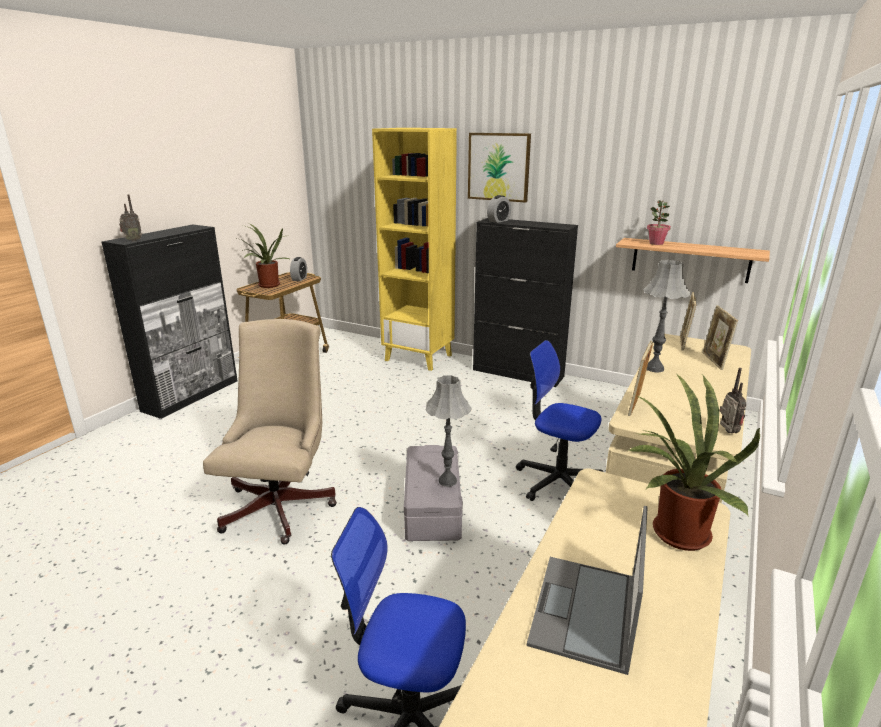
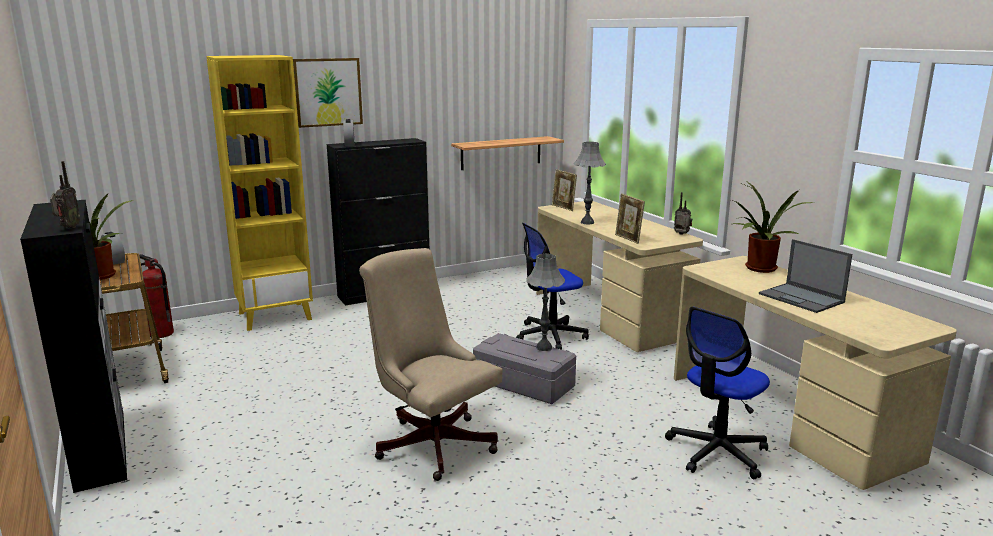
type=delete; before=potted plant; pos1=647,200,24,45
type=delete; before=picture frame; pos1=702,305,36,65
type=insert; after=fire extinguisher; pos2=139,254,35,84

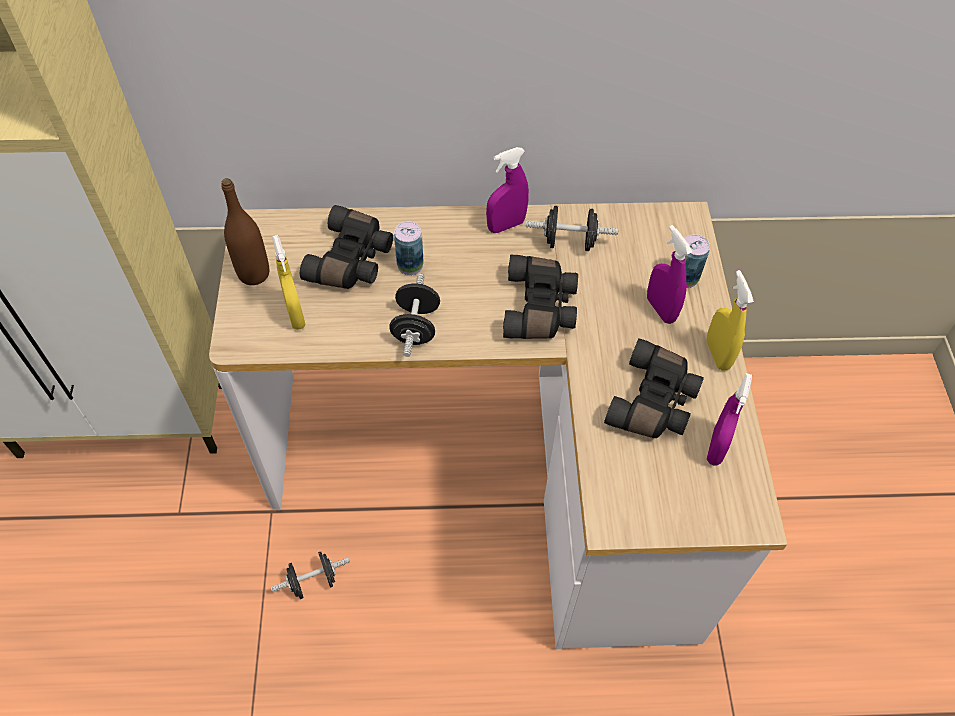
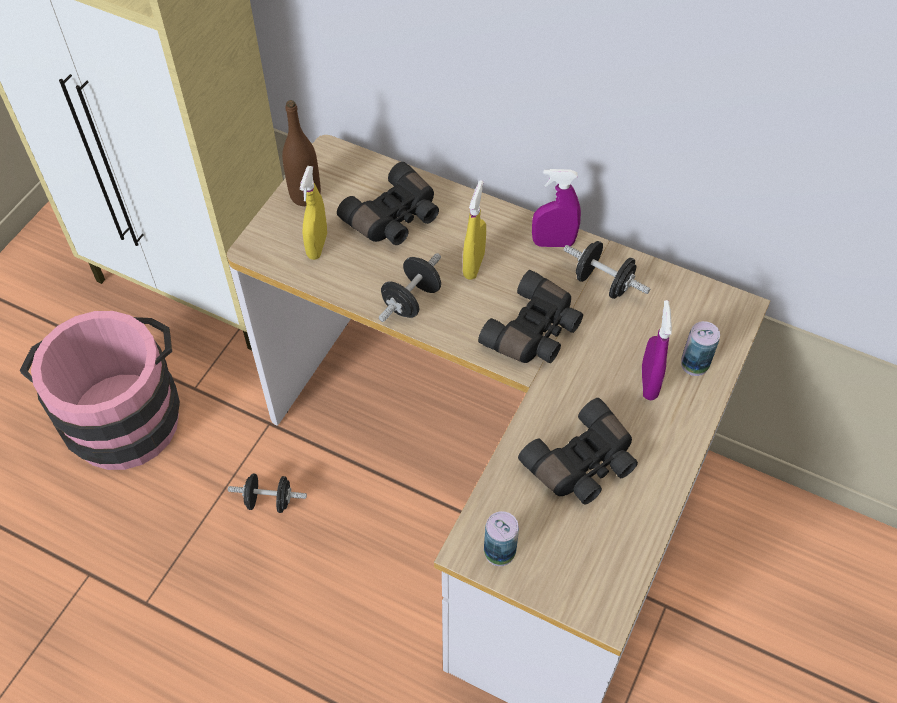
type=delete; before=purple spray bottle; pos1=707,373,45,93
type=insert; after=pink bucket; pos2=20,311,160,159
type=move; before=can; pos1=394,221,30,55; pos2=484,511,35,55
type=move; before=yellow spray bottle; pos1=706,270,48,101; pos2=463,180,23,100

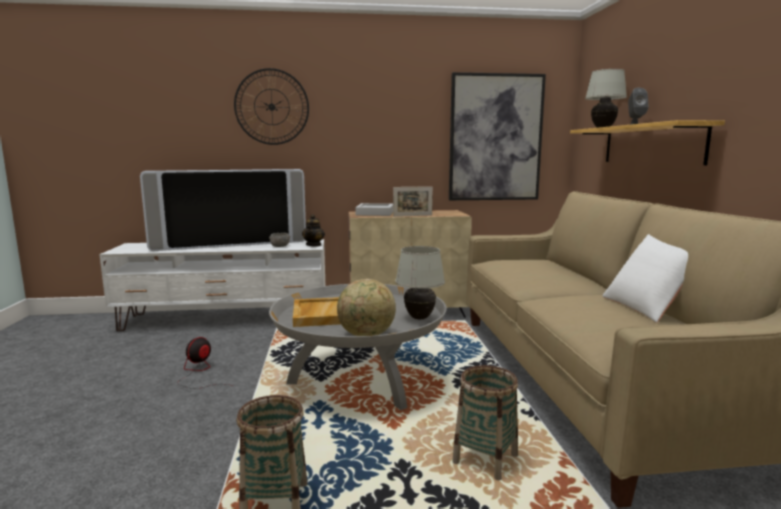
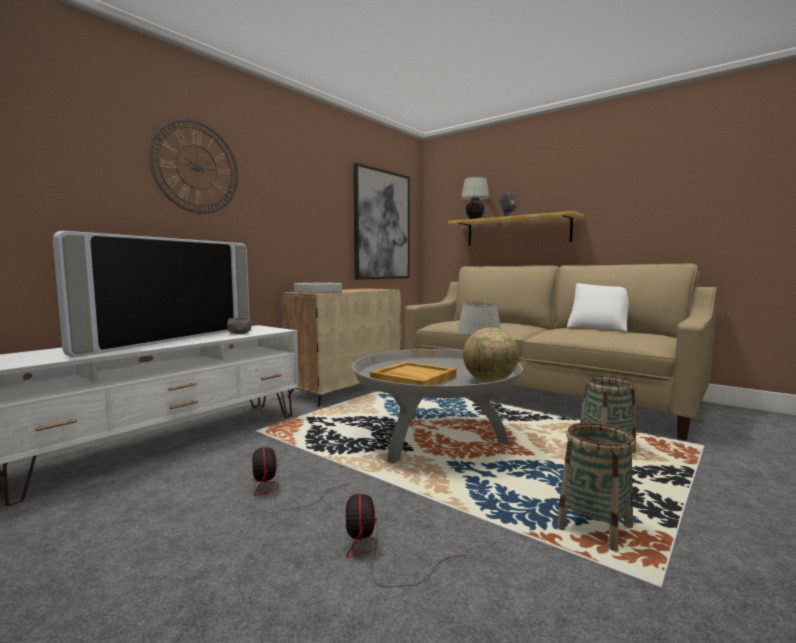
type=delete; before=teapot; pos1=302,214,23,32
type=delete; before=picture frame; pos1=393,186,40,31
type=insert; after=fan; pos2=346,492,121,95

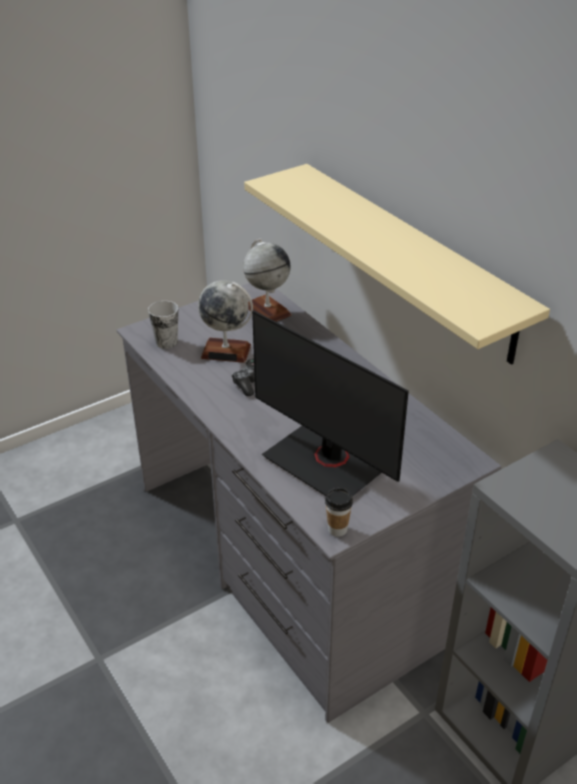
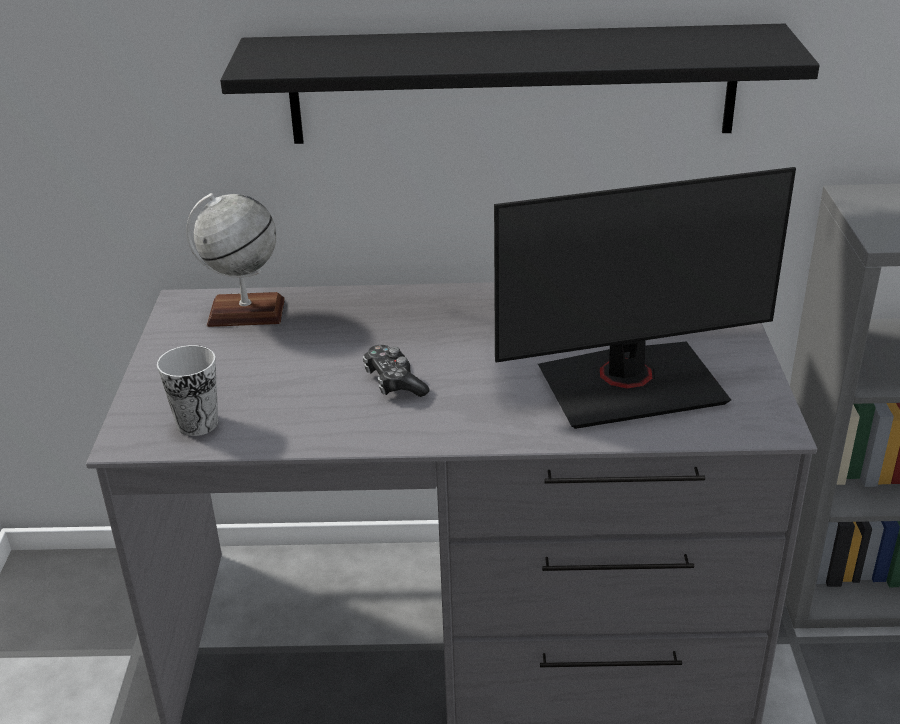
type=delete; before=globe; pos1=198,280,55,83
type=delete; before=cup; pos1=325,488,28,49
type=recolor; before=beige shelf; after=black shelf; pos1=244,164,306,201; pos2=220,24,599,120

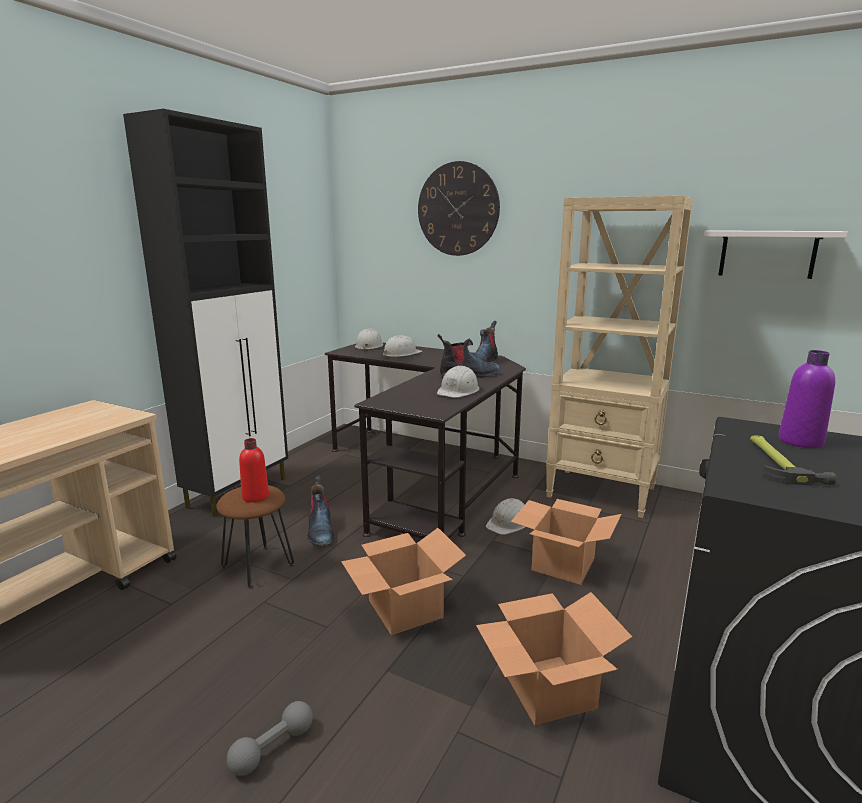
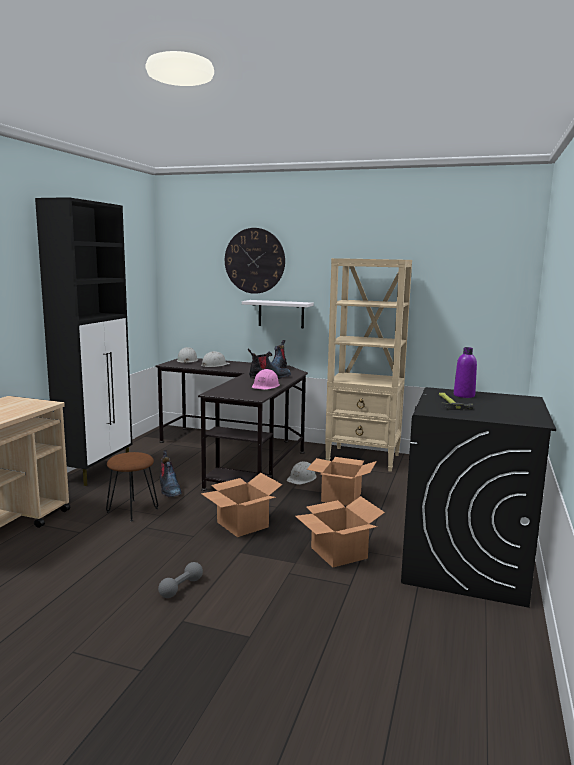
type=delete; before=red bottle; pos1=239,438,30,64
type=move; before=white shelf; pos1=704,230,144,49; pos2=242,300,72,28
type=recolor; before=white hard hat; after=pink hard hat; pos1=437,365,42,33; pos2=252,369,28,21

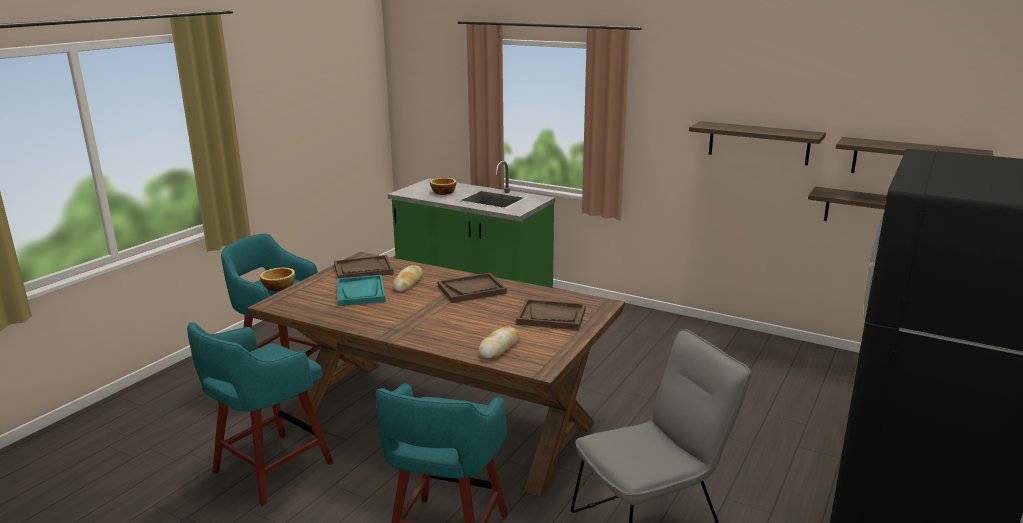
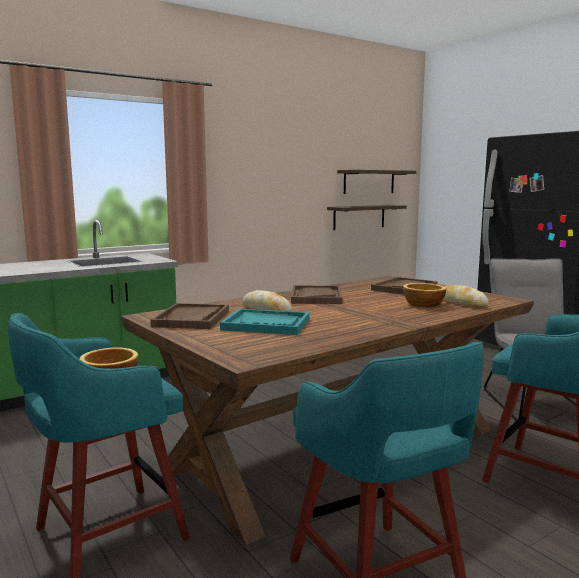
type=delete; before=shelf; pos1=689,121,137,44
type=move; before=bowl; pos1=430,178,26,17; pos2=403,283,43,24

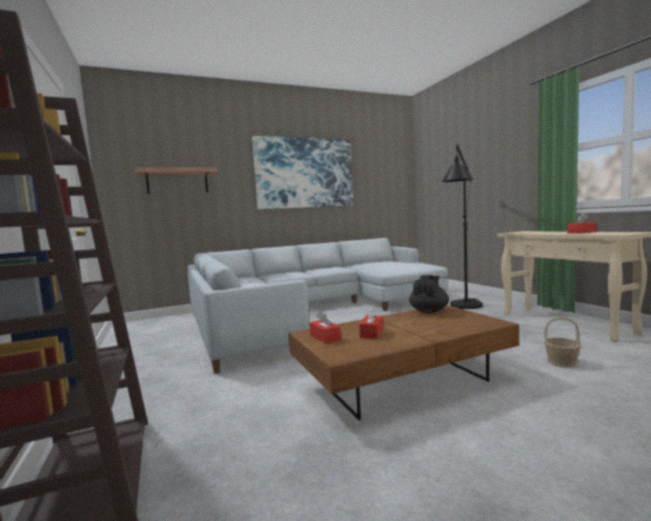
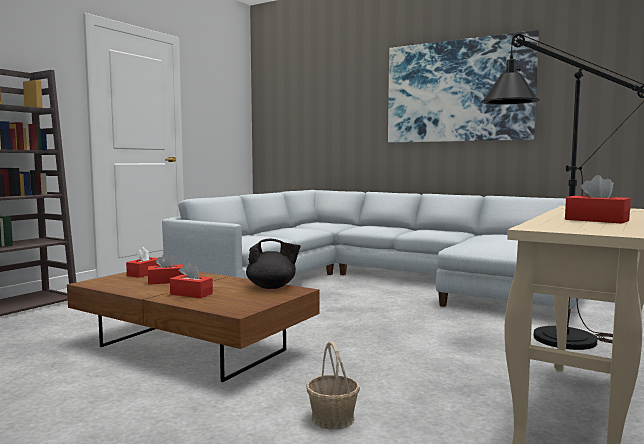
type=delete; before=shelf; pos1=134,167,84,27
type=insert; after=red tissue box; pos2=170,263,43,35

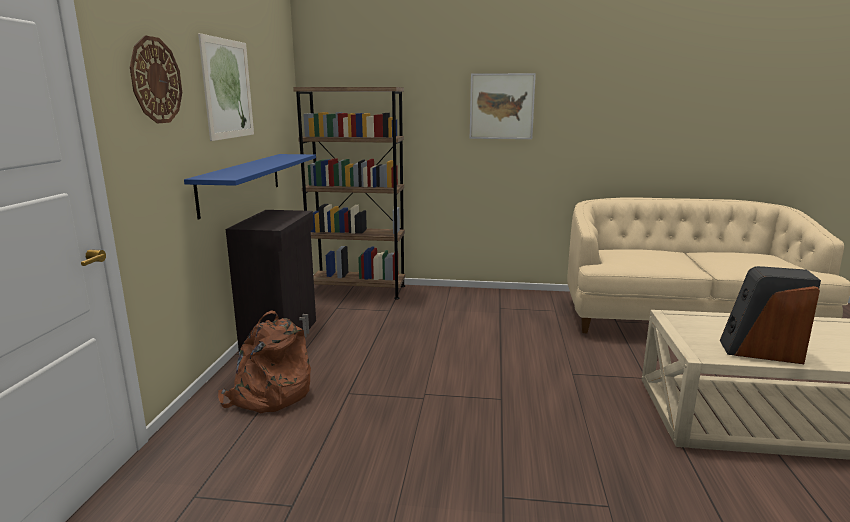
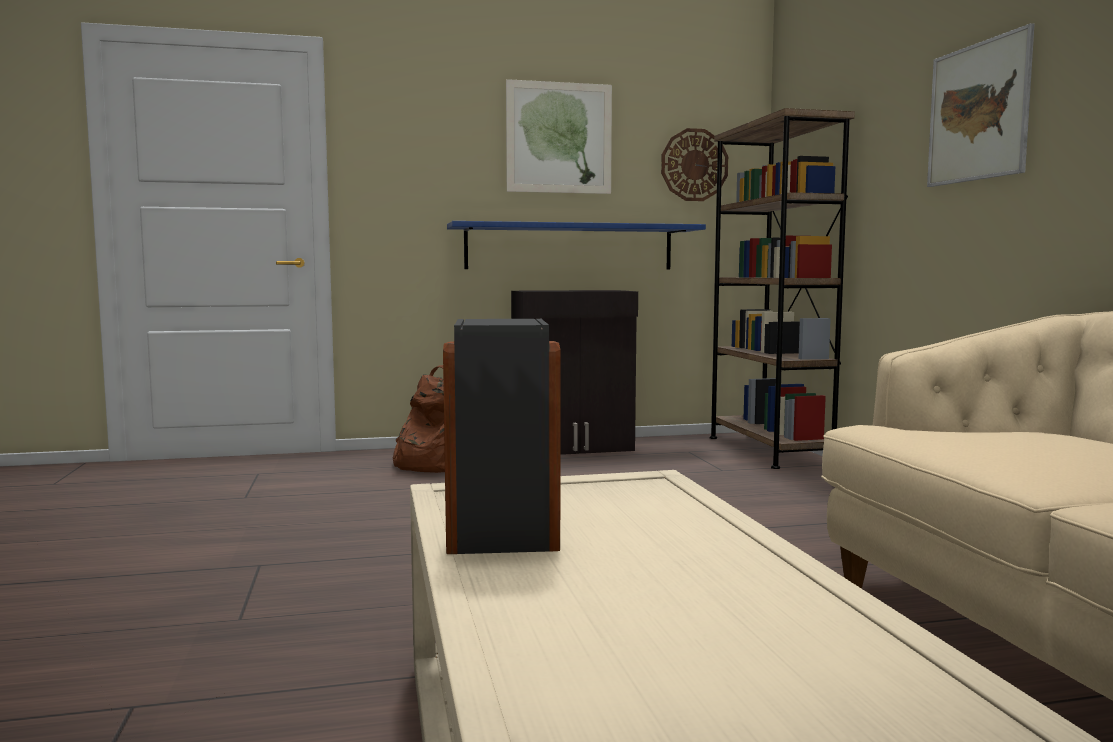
type=move; before=wall clock; pos1=130,36,52,87; pos2=661,128,67,73

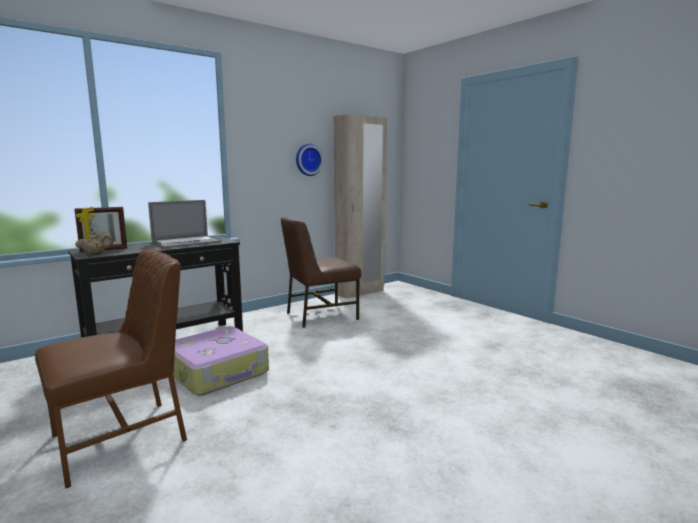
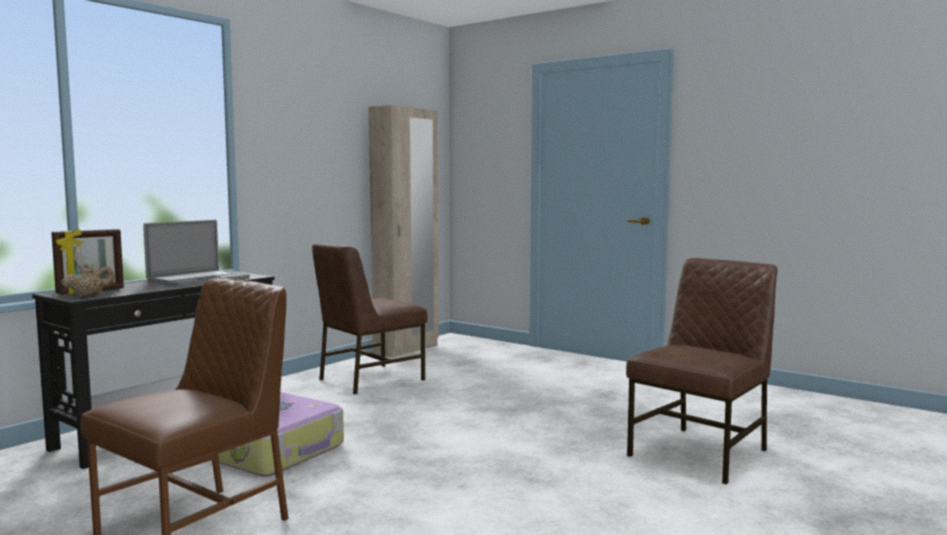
type=delete; before=wall clock; pos1=296,144,27,32
type=insert; after=brown chair; pos2=626,258,151,226

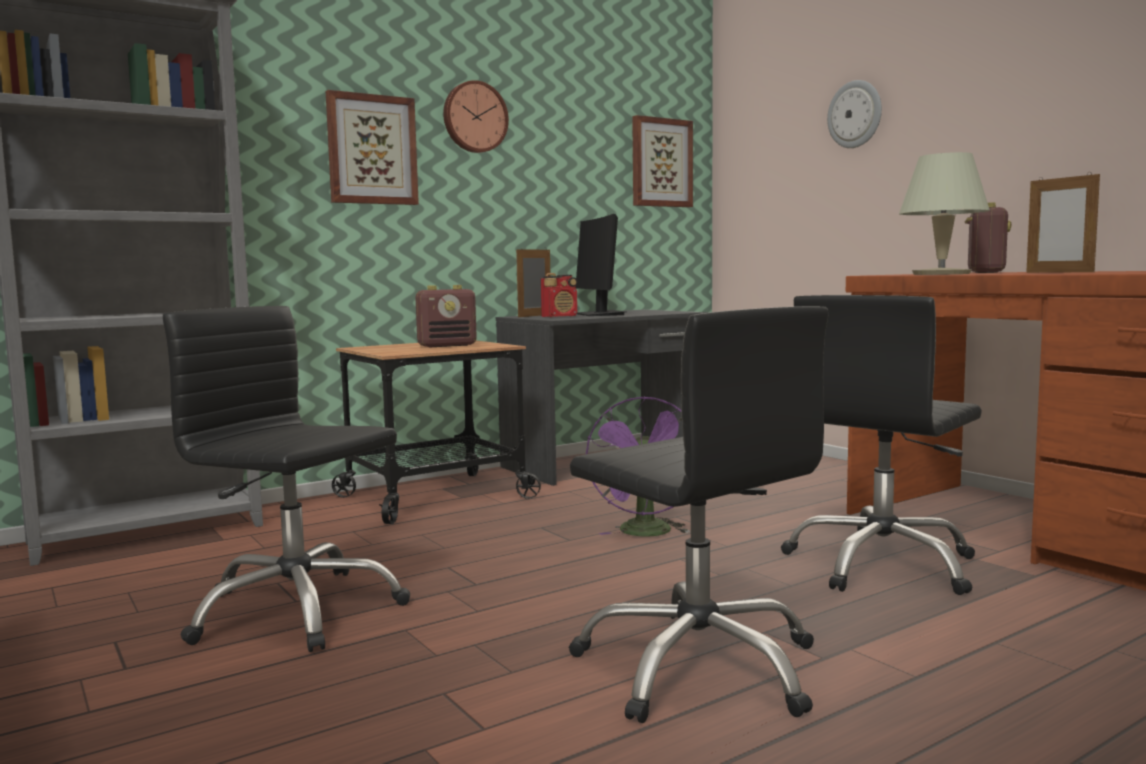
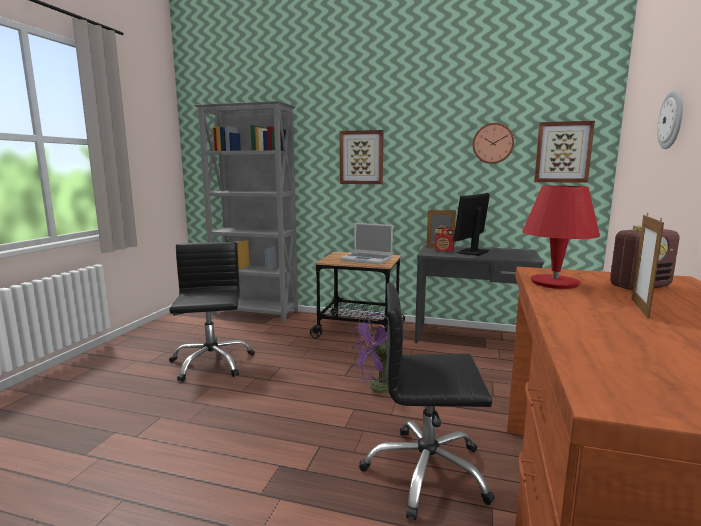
type=delete; before=black office chair; pos1=569,306,260,417
type=move; before=wall clock; pos1=443,80,66,73; pos2=473,123,41,41
type=replace; before=radio; after=laptop; pos1=415,285,62,62; pos2=341,223,52,42
type=recolor; before=beige table lamp; after=red table lamp; pos1=899,152,91,123; pos2=522,186,78,103

